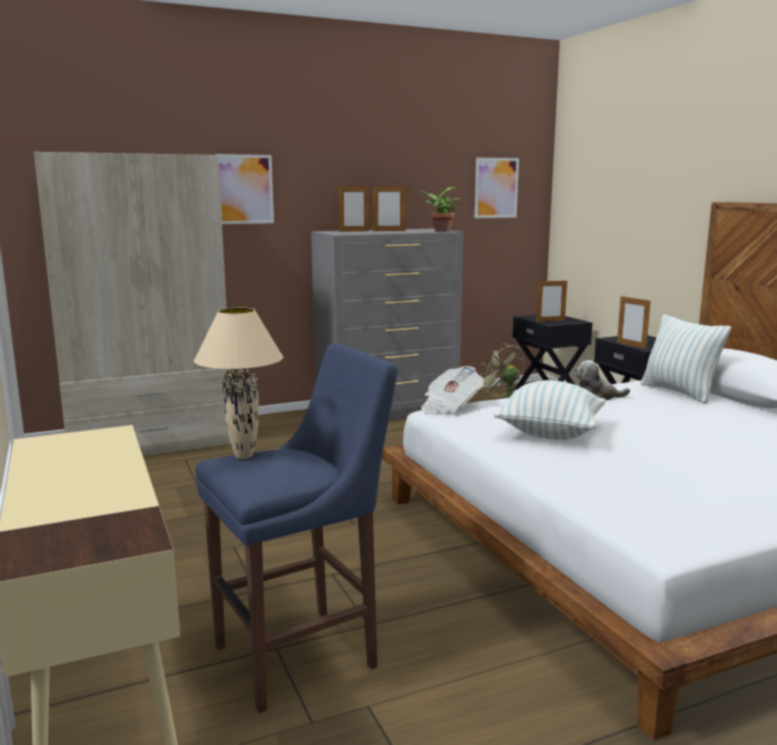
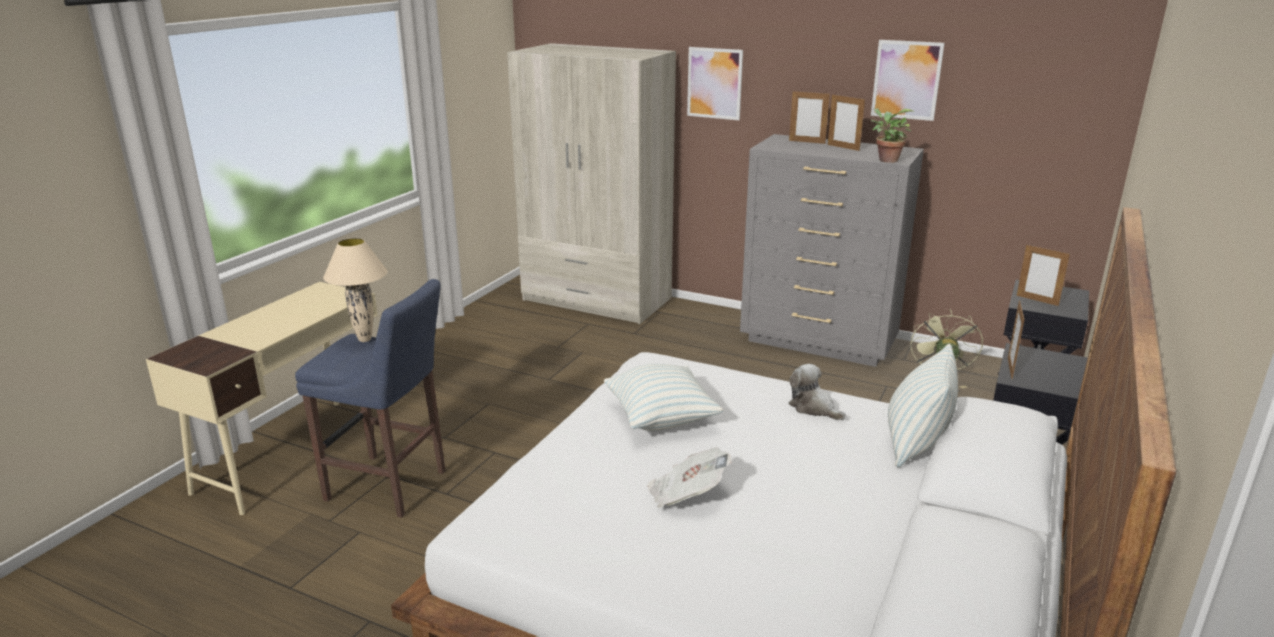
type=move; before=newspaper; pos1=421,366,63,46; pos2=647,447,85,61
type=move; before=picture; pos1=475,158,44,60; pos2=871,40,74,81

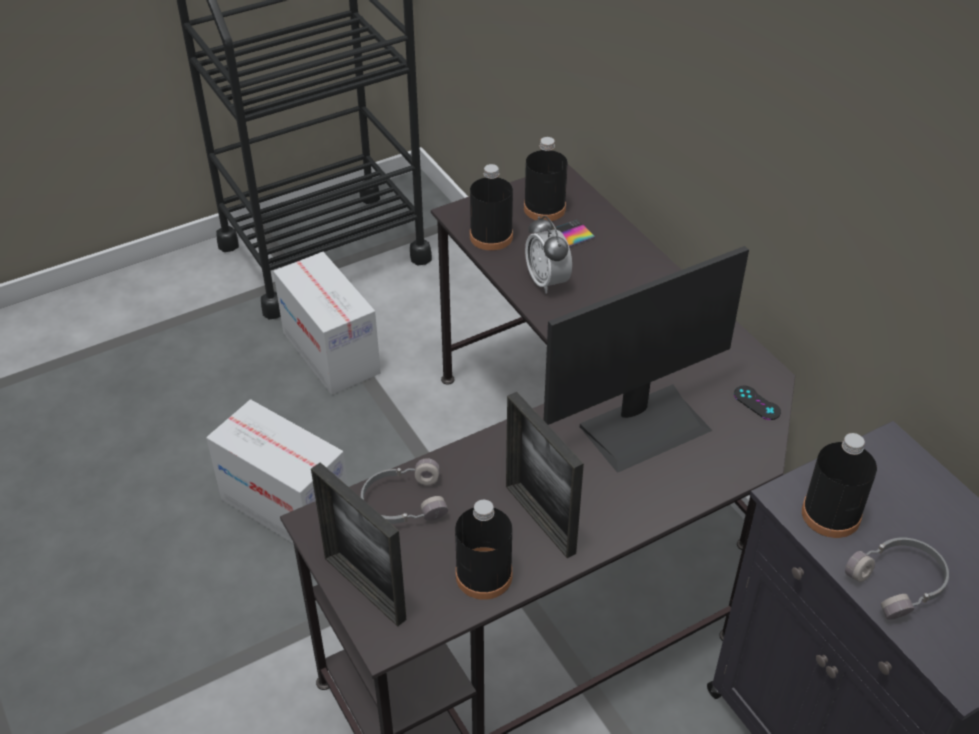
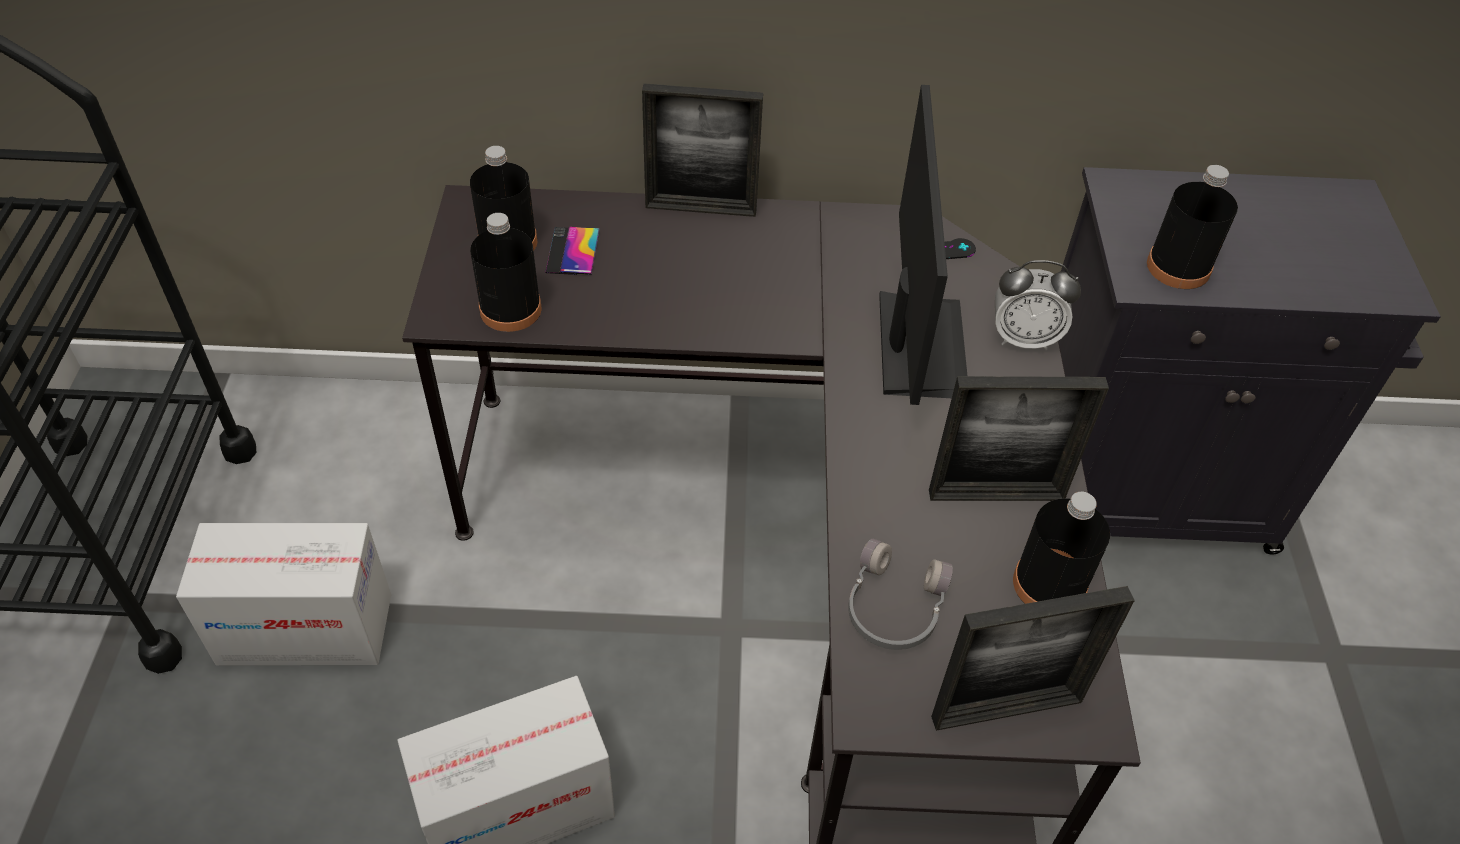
type=delete; before=grey headphones; pos1=845,537,104,83
type=insert; after=picture frame; pos2=642,83,121,134
type=move; before=alarm clock; pos1=525,216,47,78; pos2=995,260,86,90

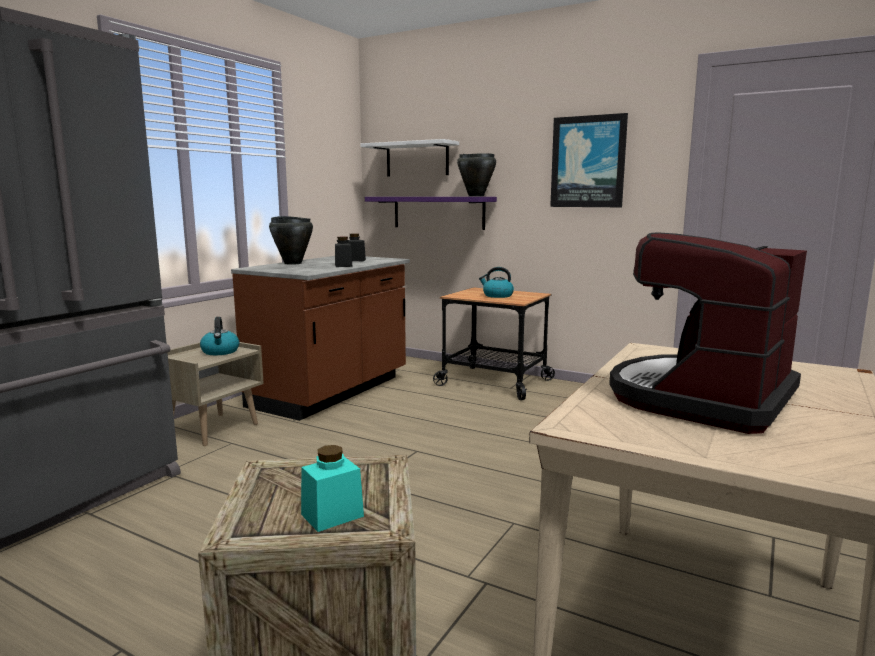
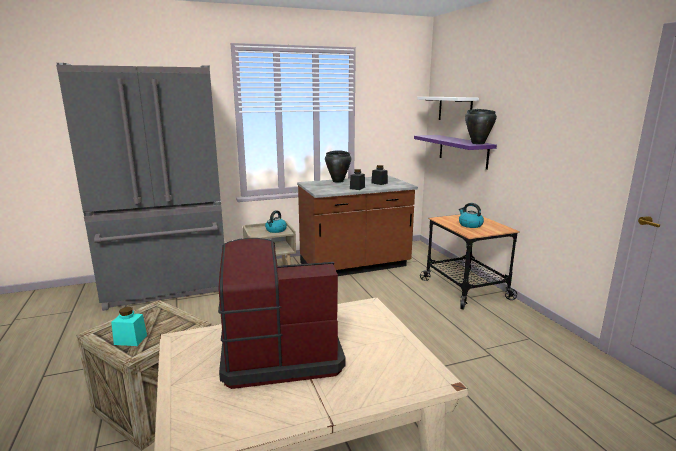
type=delete; before=picture; pos1=550,113,78,94

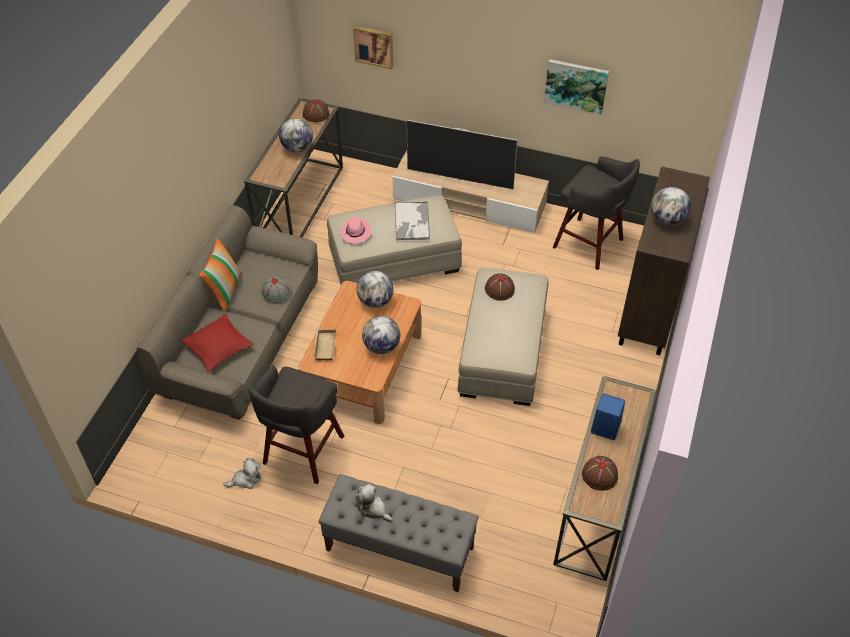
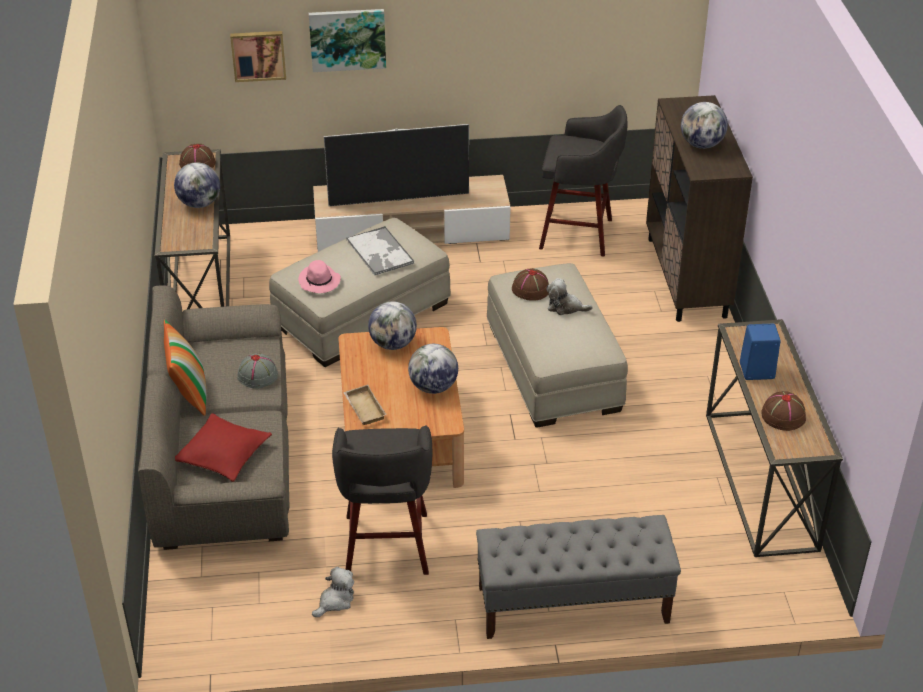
type=move; before=plush toy; pos1=355,484,37,38; pos2=547,278,46,37
type=move; before=picture; pos1=544,59,65,56; pos2=309,9,77,63

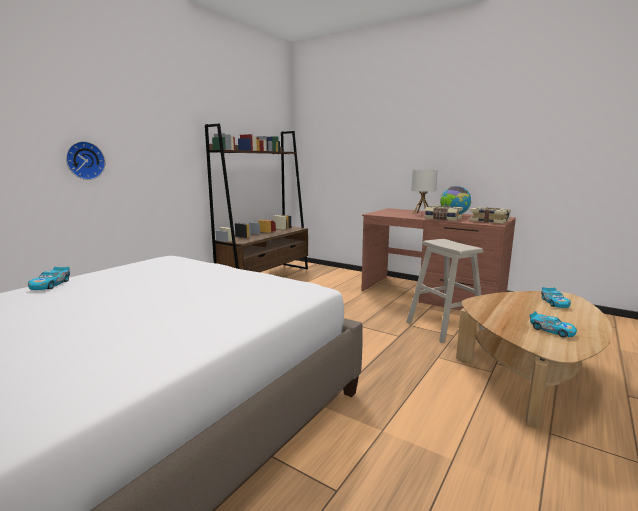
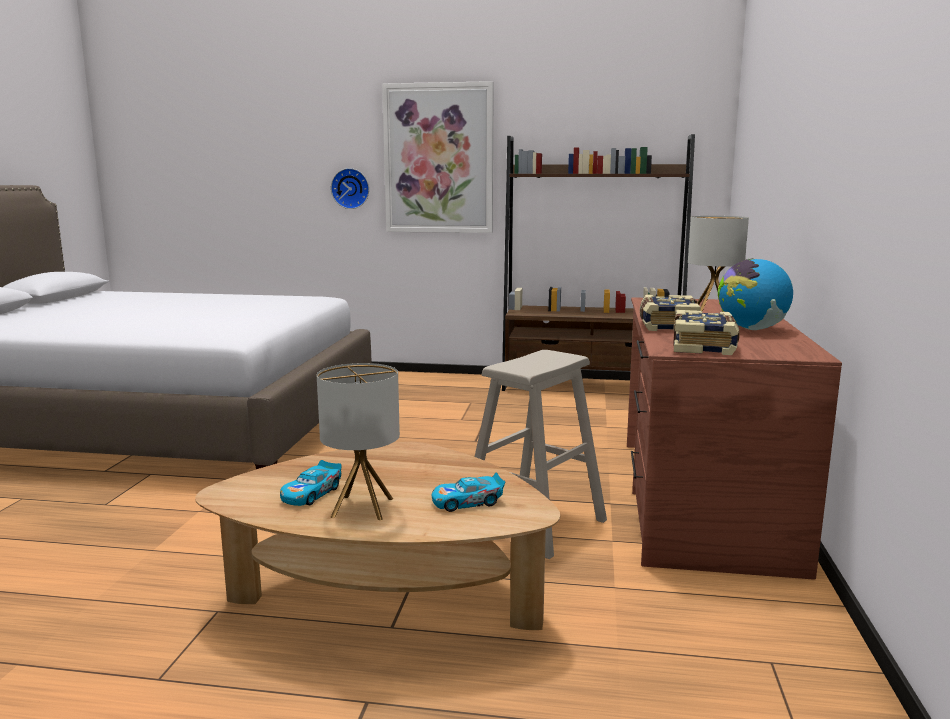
type=delete; before=toy car; pos1=28,267,42,23
type=insert; after=table lamp; pos2=317,363,83,157
type=insert; after=picture; pos2=382,81,112,152

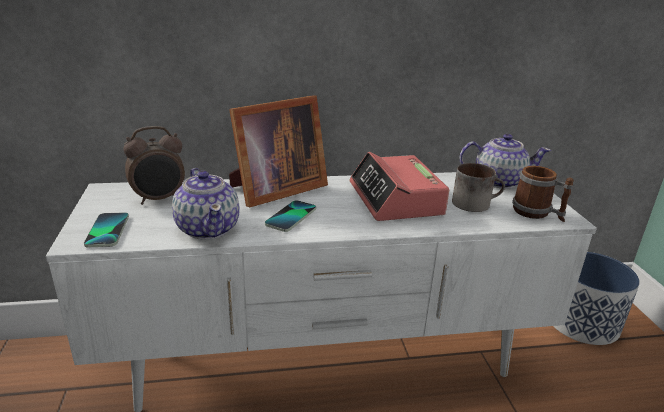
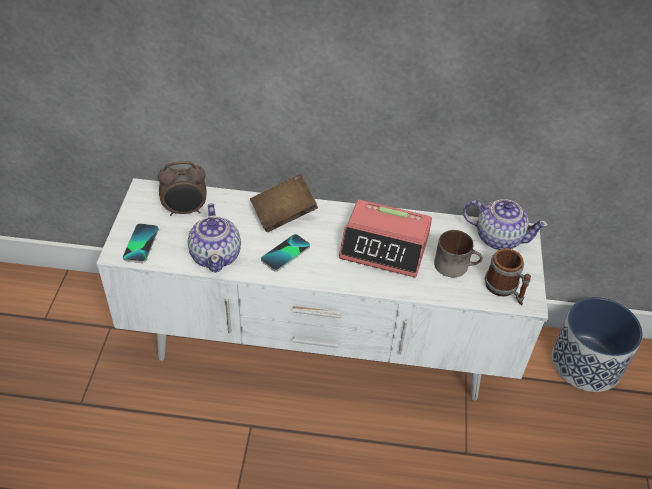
type=replace; before=picture frame; after=brown book; pos1=229,95,99,112; pos2=250,174,68,58
type=rotate; before=alarm clock; pos1=350,152,99,69; pos2=339,200,93,78; turn=-75

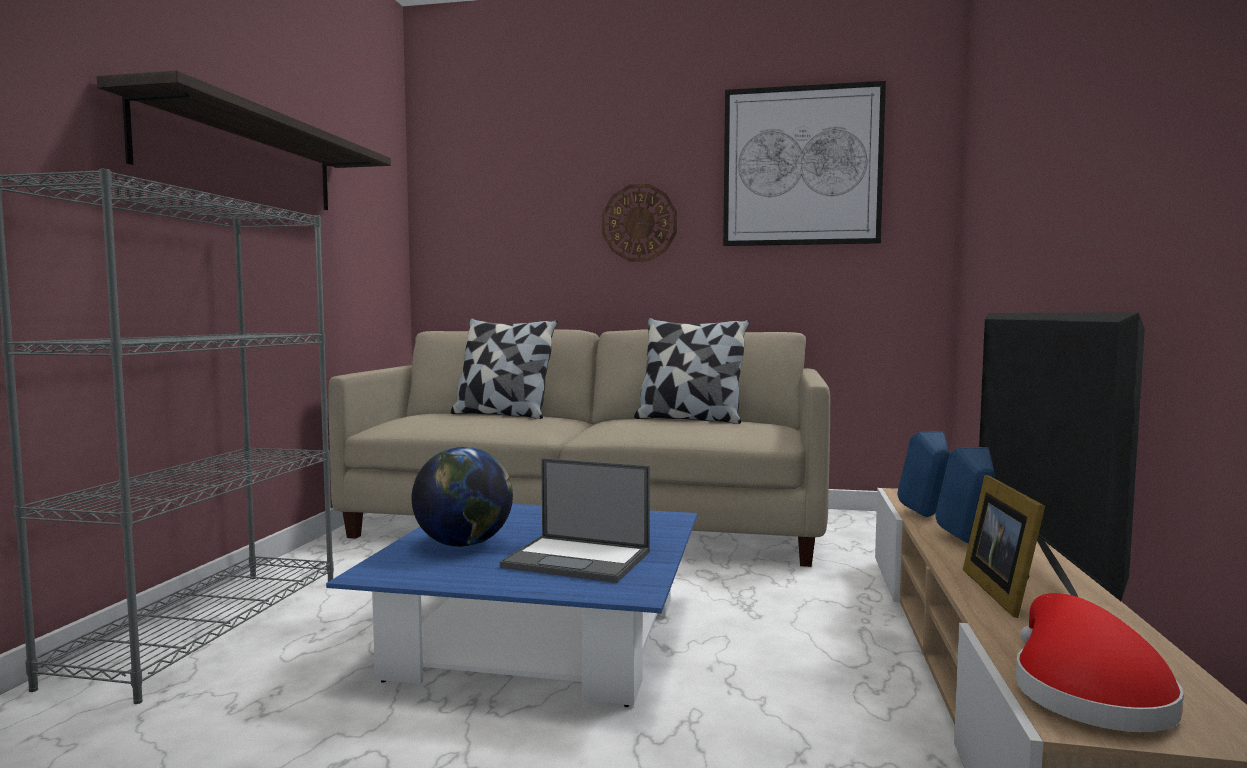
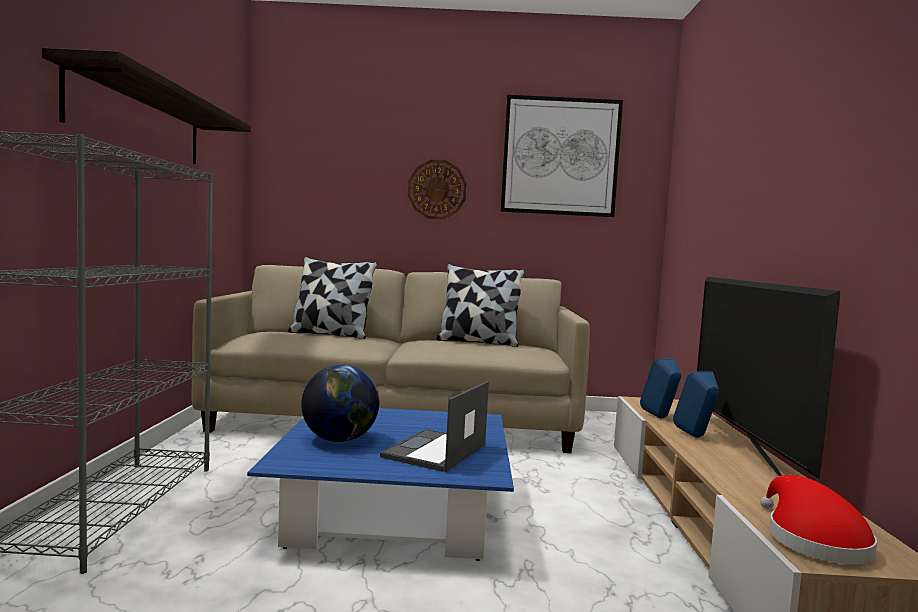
type=delete; before=picture frame; pos1=963,475,82,143
type=rotate; before=laptop; pos1=500,458,150,125; pos2=380,381,109,91; turn=105

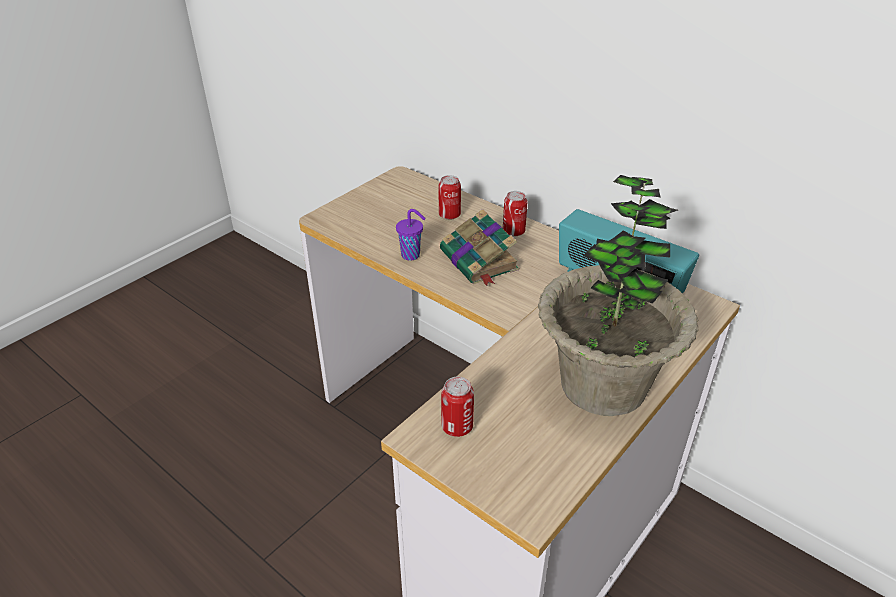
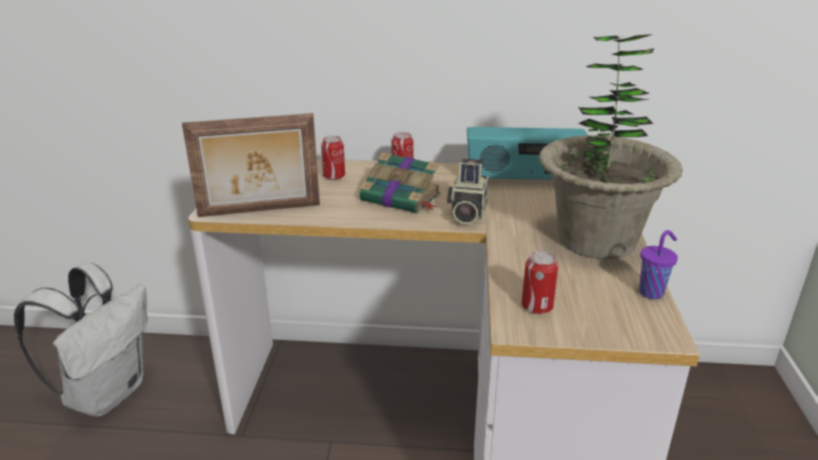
type=insert; after=white backpack; pos2=14,263,134,154
type=insert; after=picture frame; pos2=182,113,138,104
type=insert; after=photo camera; pos2=447,159,42,65
type=move; before=purple cup; pos1=396,209,30,52; pos2=639,230,39,69

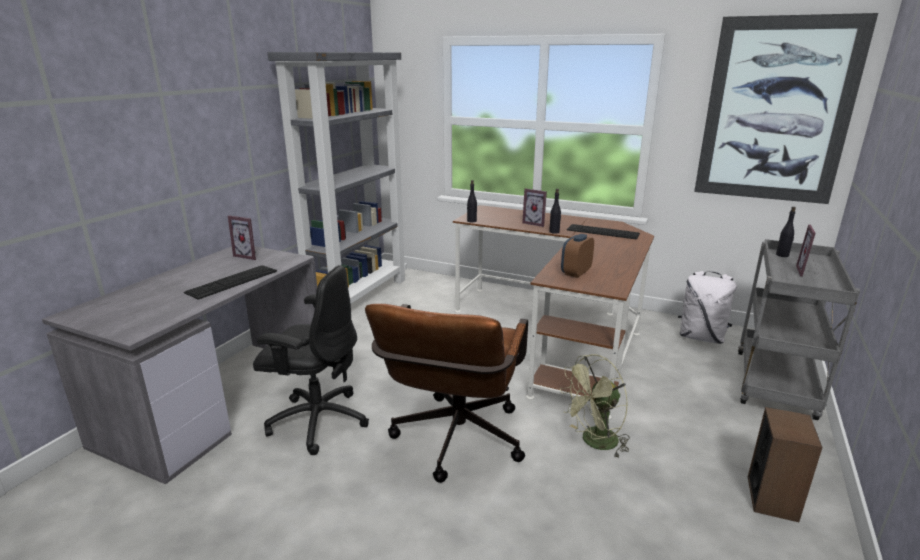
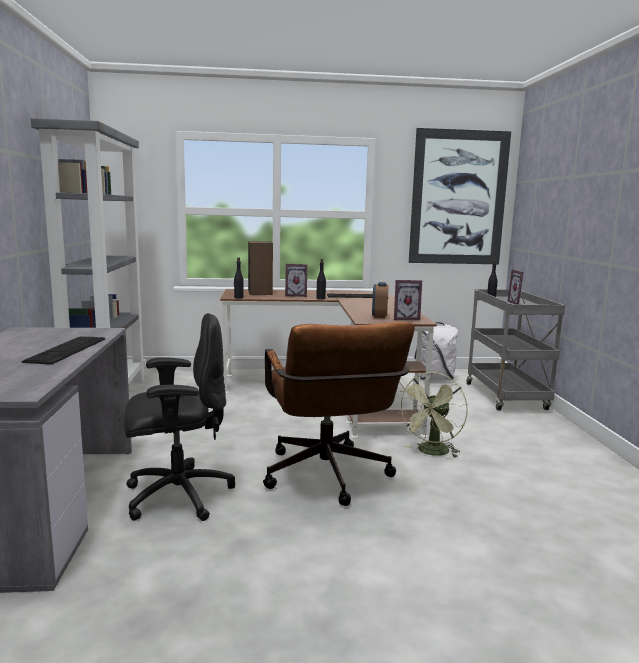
type=move; before=picture frame; pos1=228,215,29,45; pos2=394,280,28,40
type=move; before=speaker; pos1=748,407,75,115; pos2=248,241,25,54

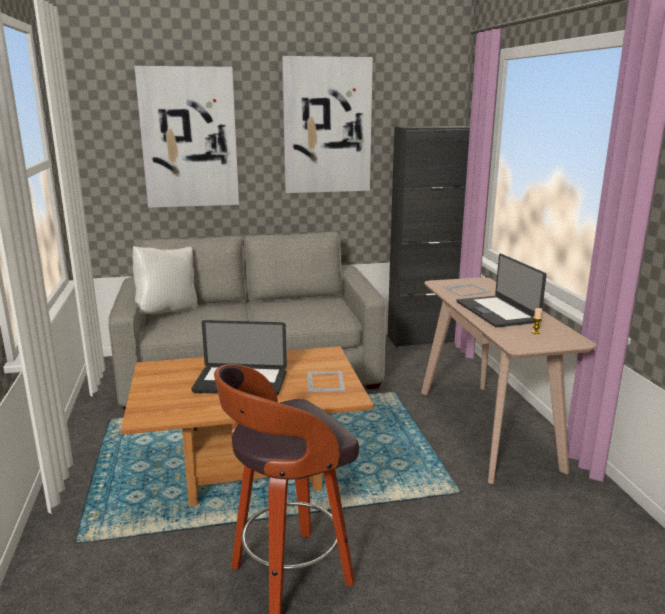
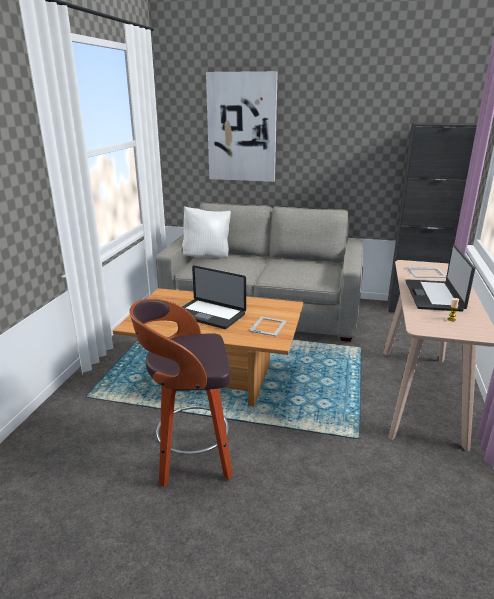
type=delete; before=picture; pos1=282,56,91,137

